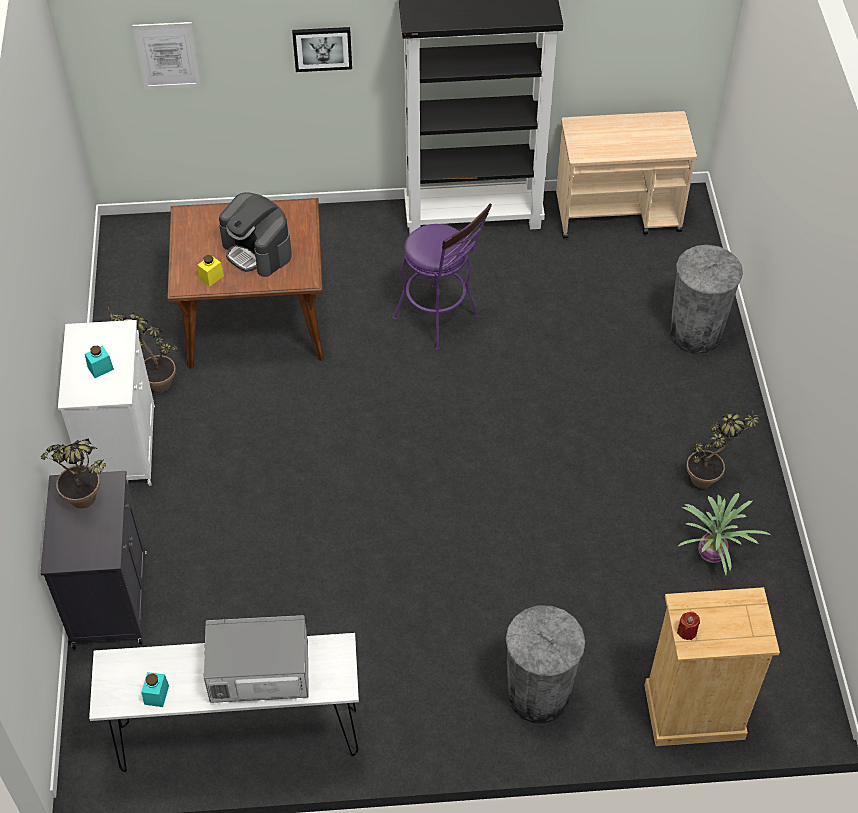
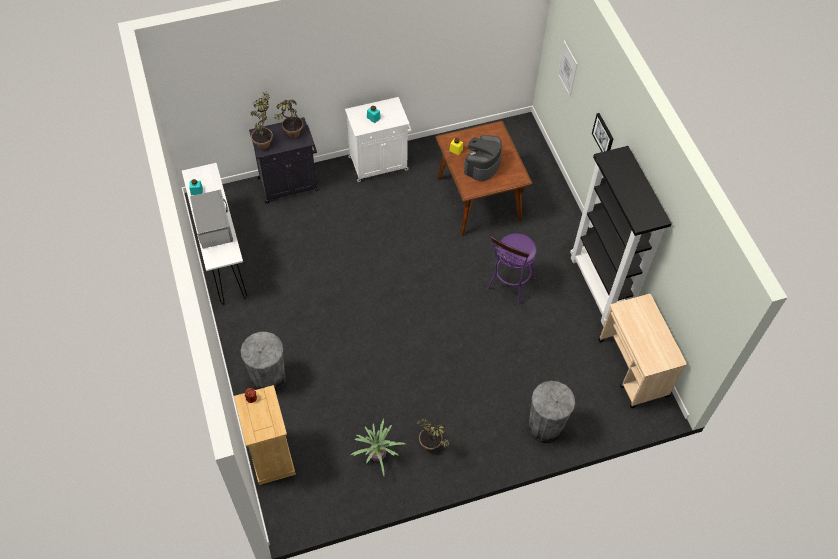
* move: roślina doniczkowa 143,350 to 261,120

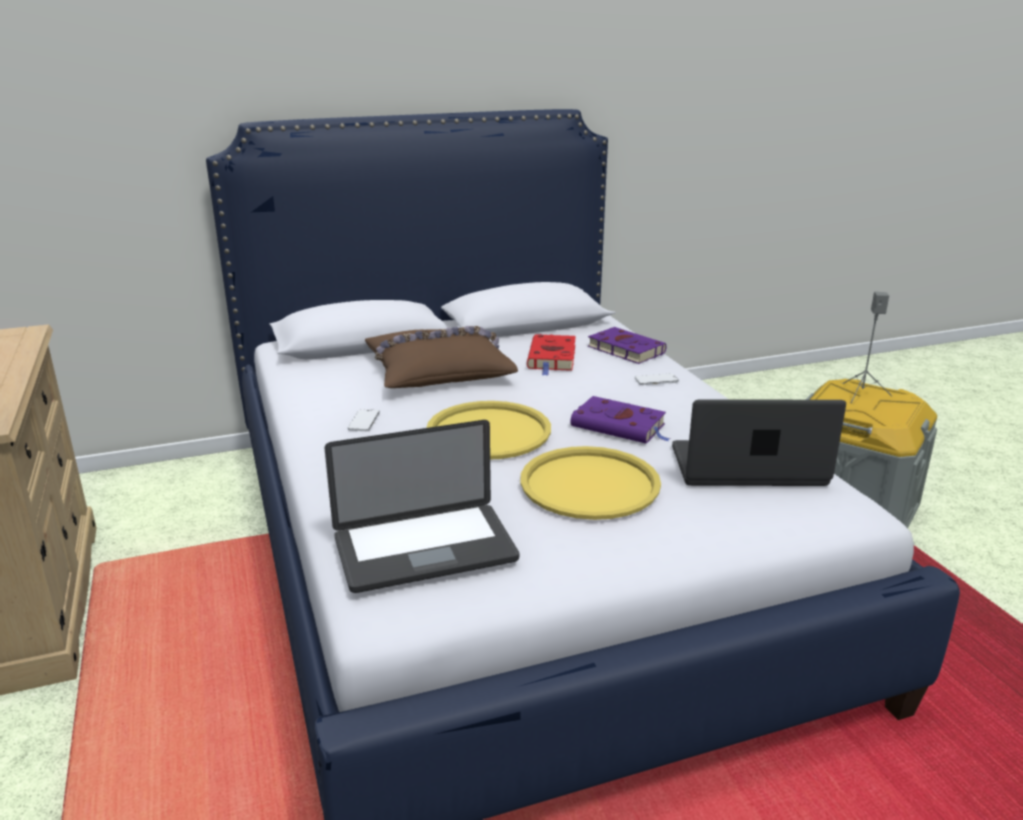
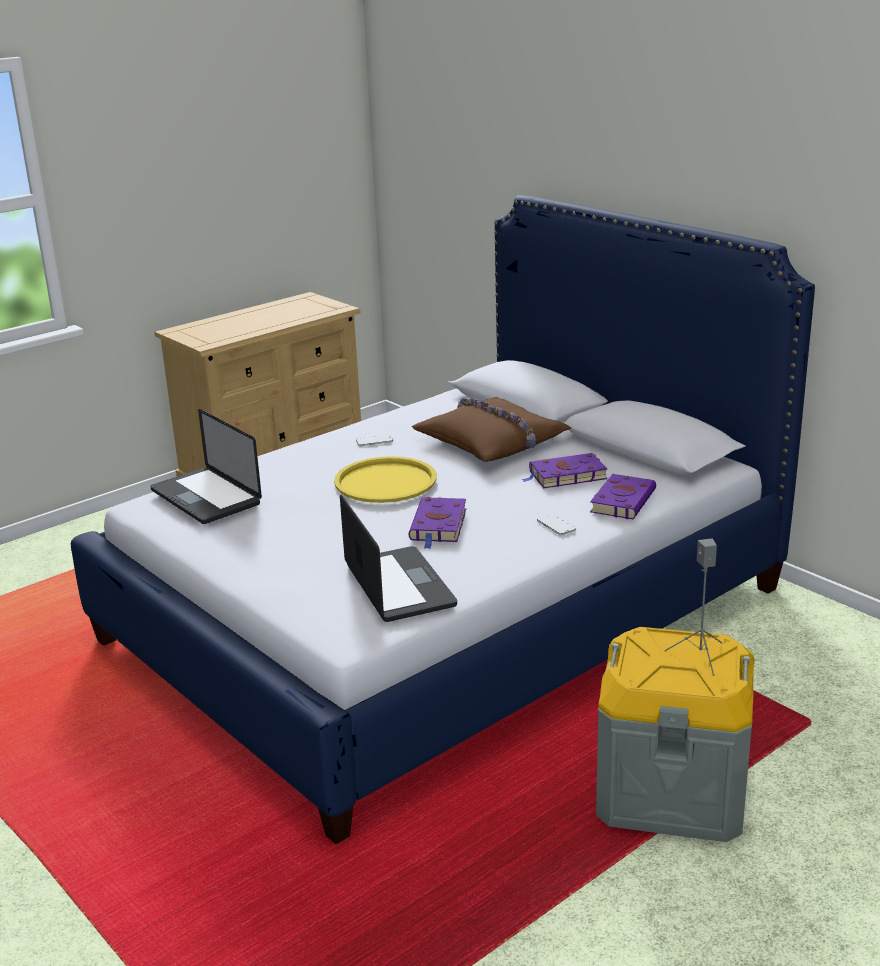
* recolor: książka (czerwony) 551,355 to książka (fioletowy) 564,470
* delete: taca (żółty) 590,483

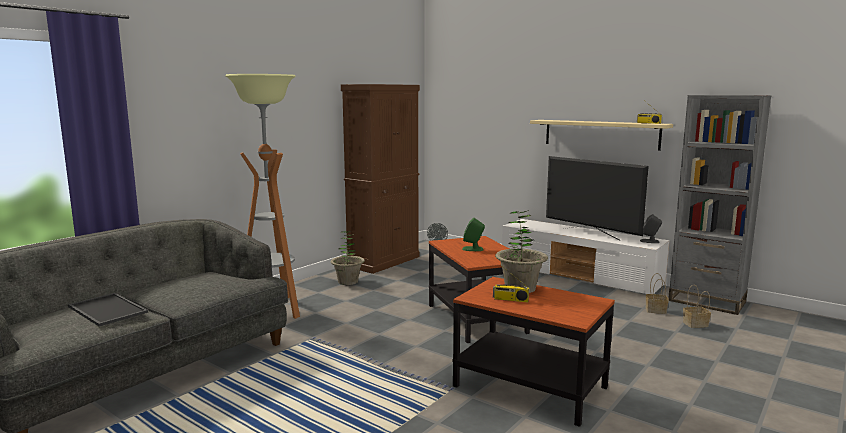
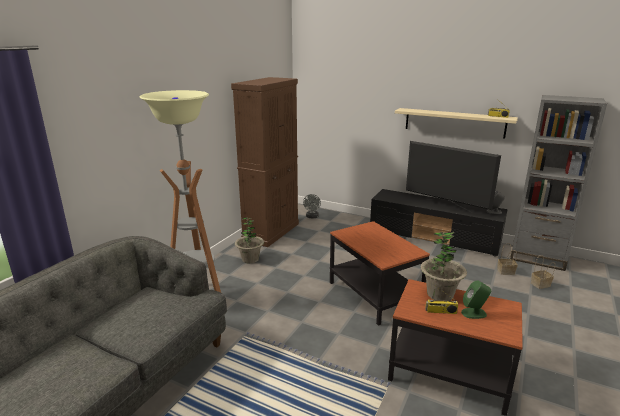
* recolor: szafka pod telewizor (biały) 586,256 to szafka pod telewizor (czarny) 439,223
* move: głośnik (zielony) 473,234 to 476,299
* delete: taca 108,309

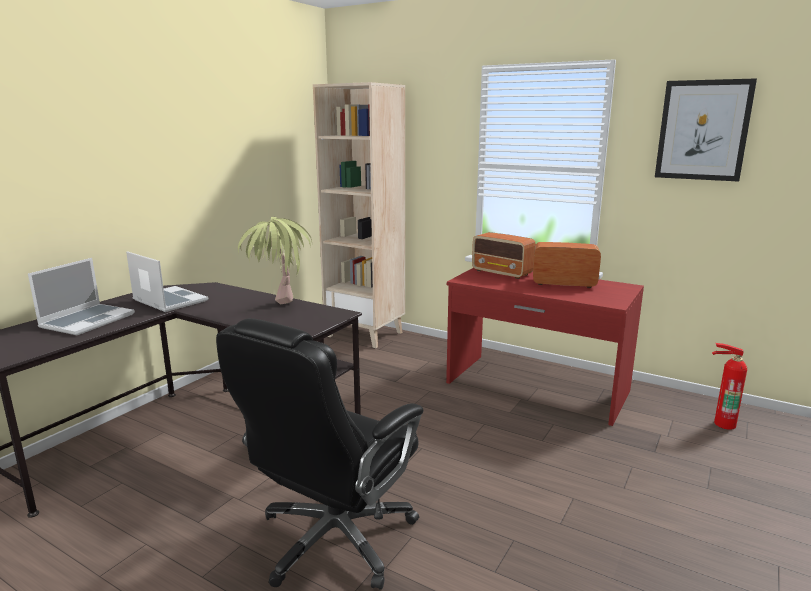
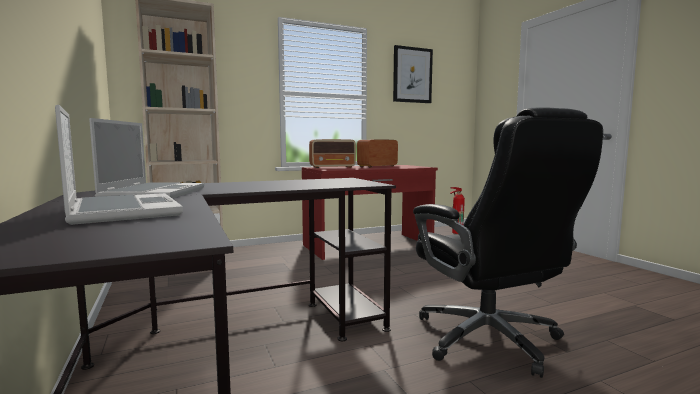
* rotate: laptop 167,281 = 146,158 105 degrees clockwise
* delete: roślina doniczkowa 275,260

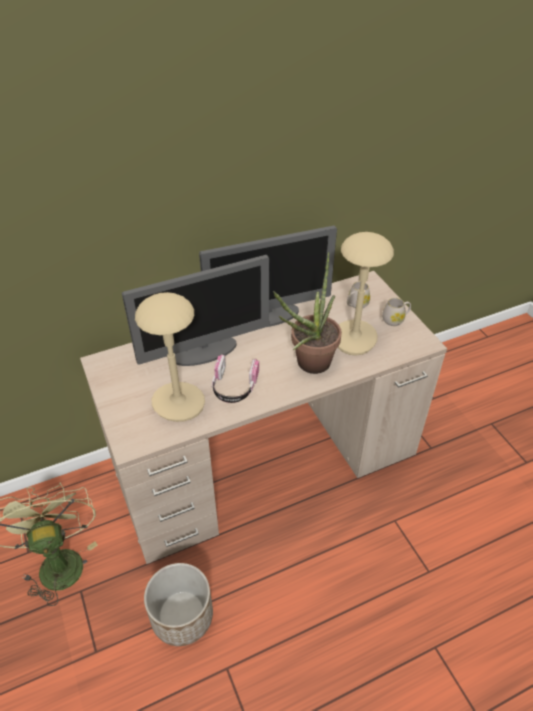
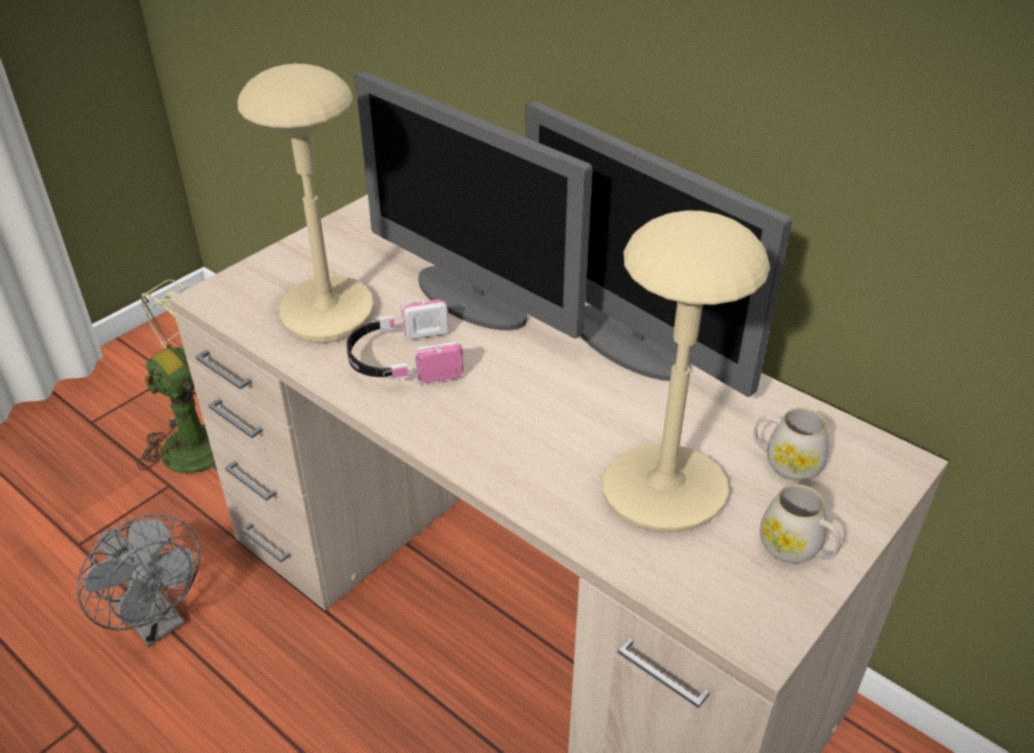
* replace: donica 178,604 to wentylator (szary) 138,580
* delete: roślina doniczkowa 308,313

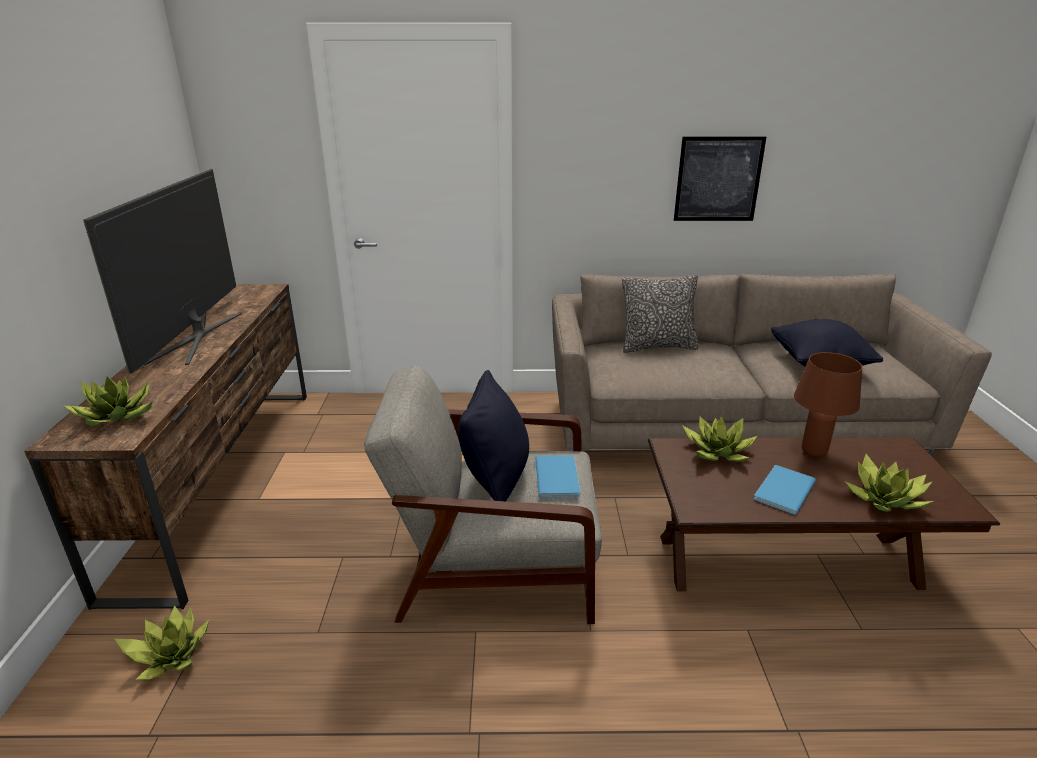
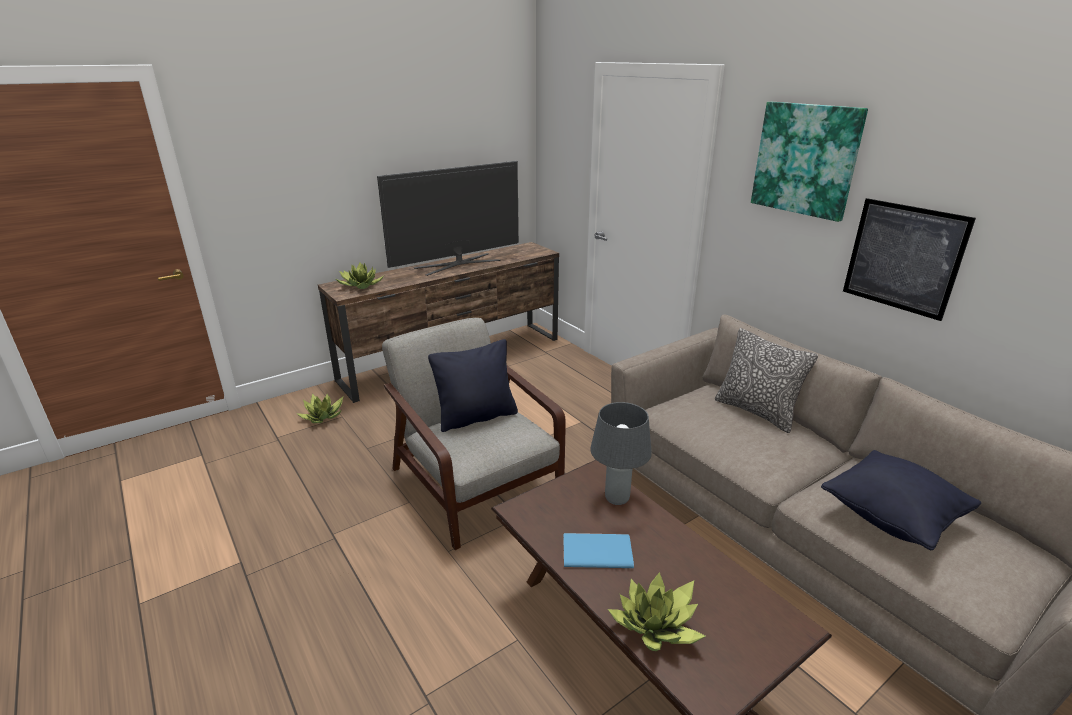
* replace: roślina doniczkowa 719,439 to lampa stołowa (szary) 621,453
* insert: obraz 809,162
* delete: książka (niebieski) 558,477
* delete: lampa stołowa (brązowy) 828,404

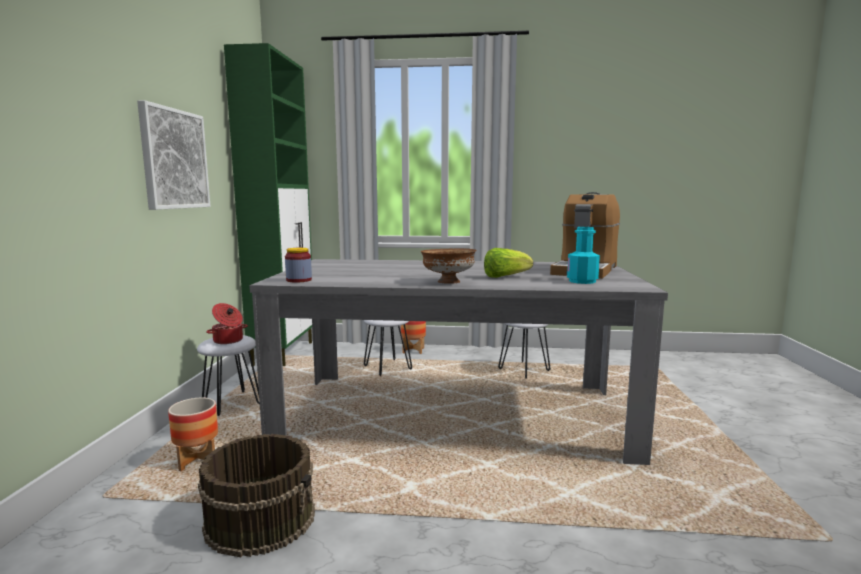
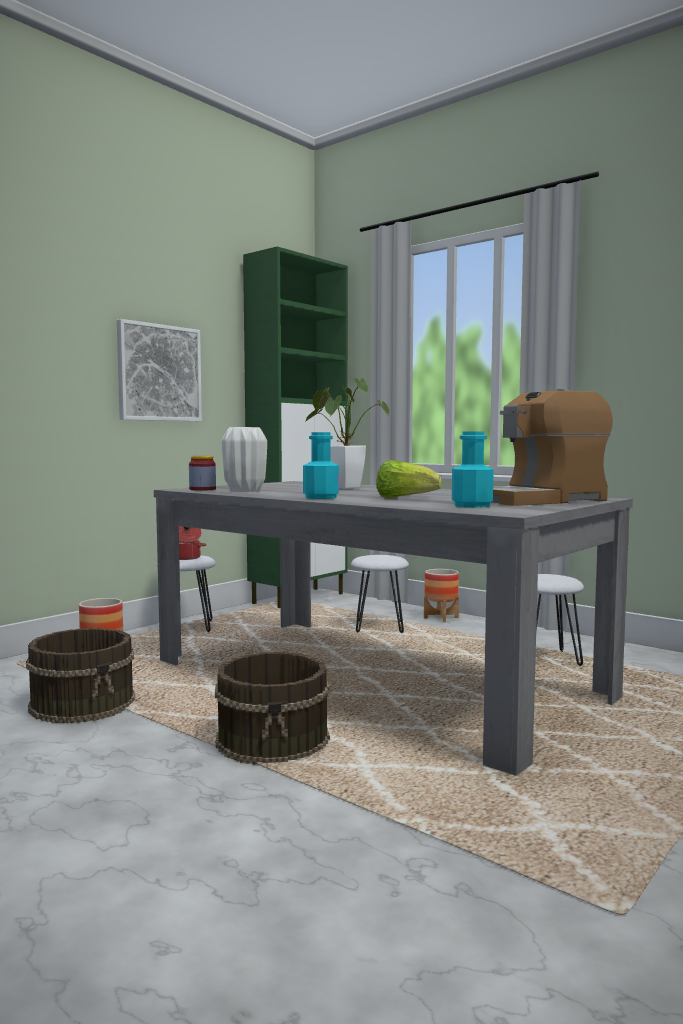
* insert: wiadro (brązowy) 272,708
* insert: wazon (biały) 244,459
* replace: miska (brązowy) 448,266 to butelka (turkusowy) 321,465
* insert: roślina doniczkowa 347,433

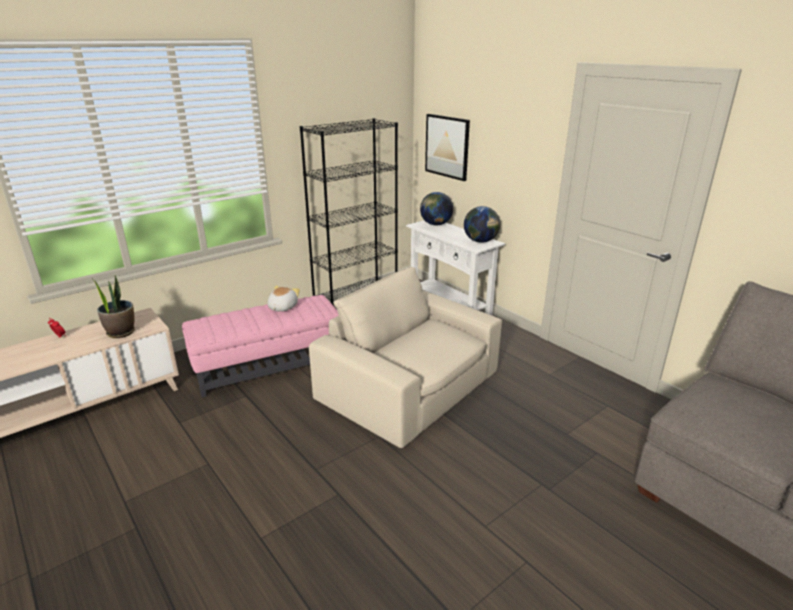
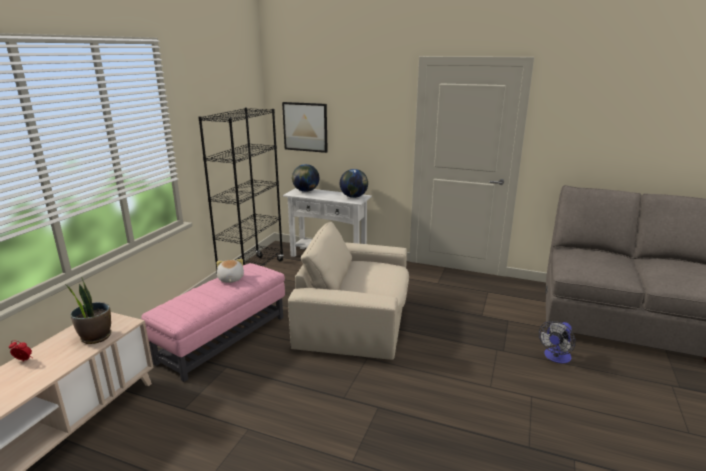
* insert: wentylator 557,342

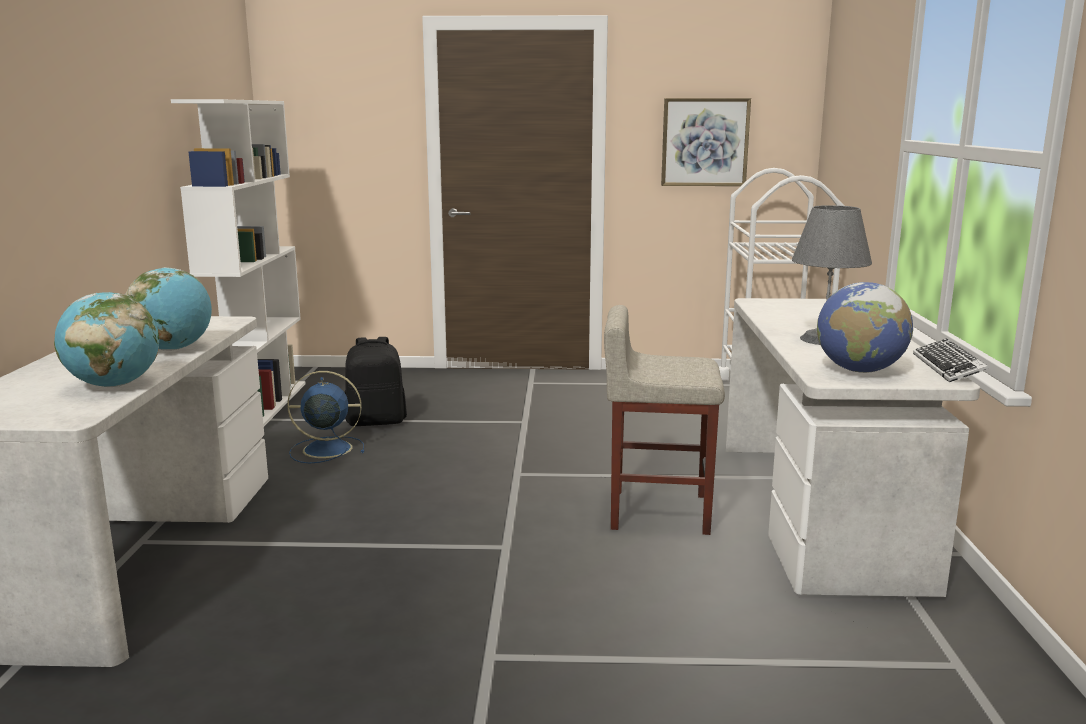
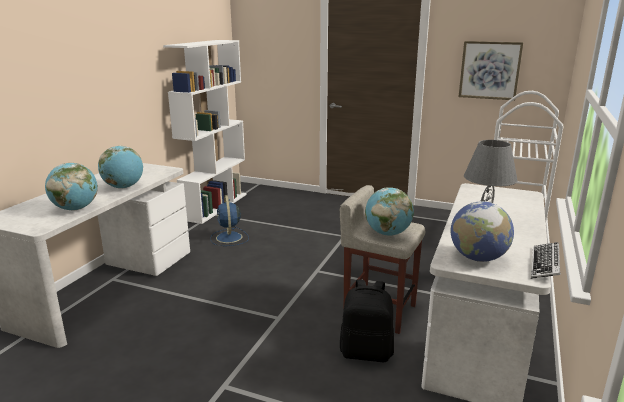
* rotate: wentylator (niebieski) 325,417 = 229,220 120 degrees counterclockwise
* move: plecak (czarny) 376,381 to 367,321
* insert: globus 389,211

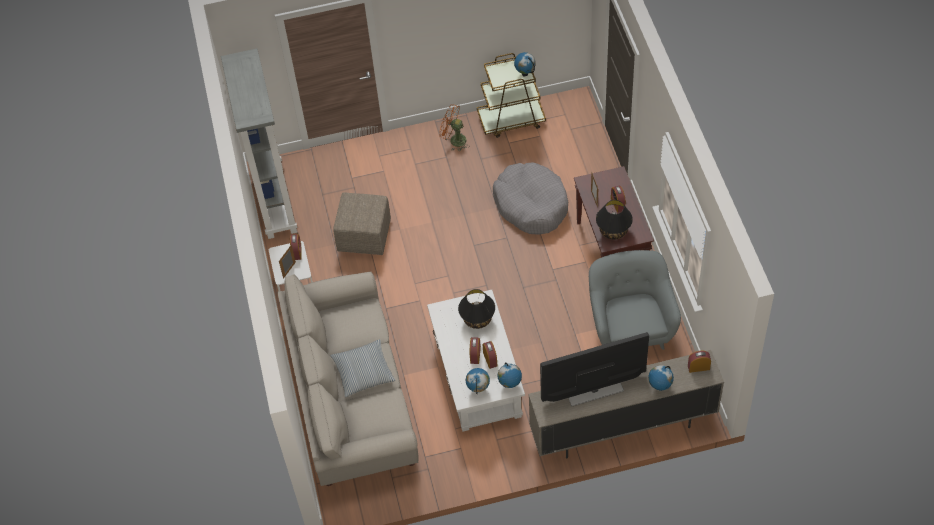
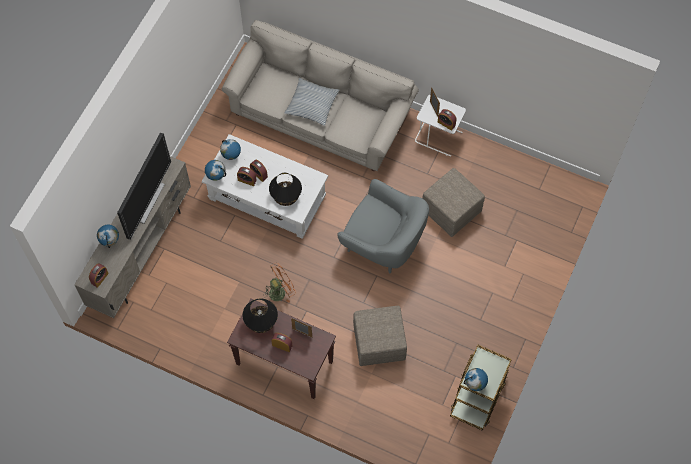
* move: wentylator (pomarańczowy) 454,127 to 279,283
* move: fotel (szary) 635,300 to 383,226
* replace: legowisko (szary) 530,198 to pufa (beżowy) 380,336
* delete: regał (szary) 259,144

